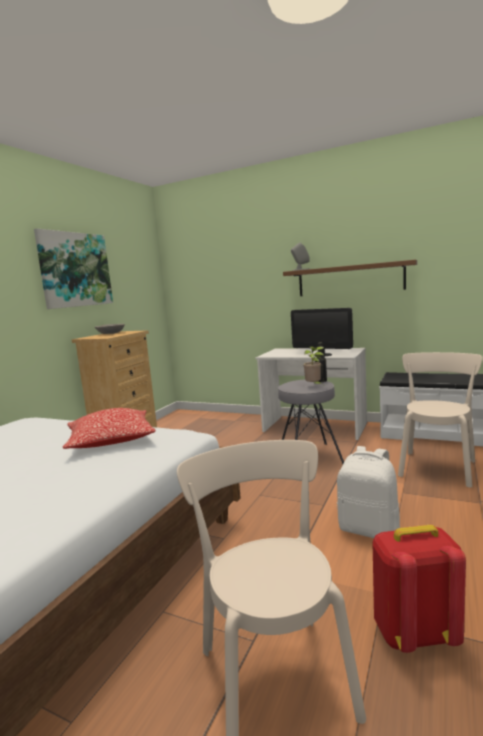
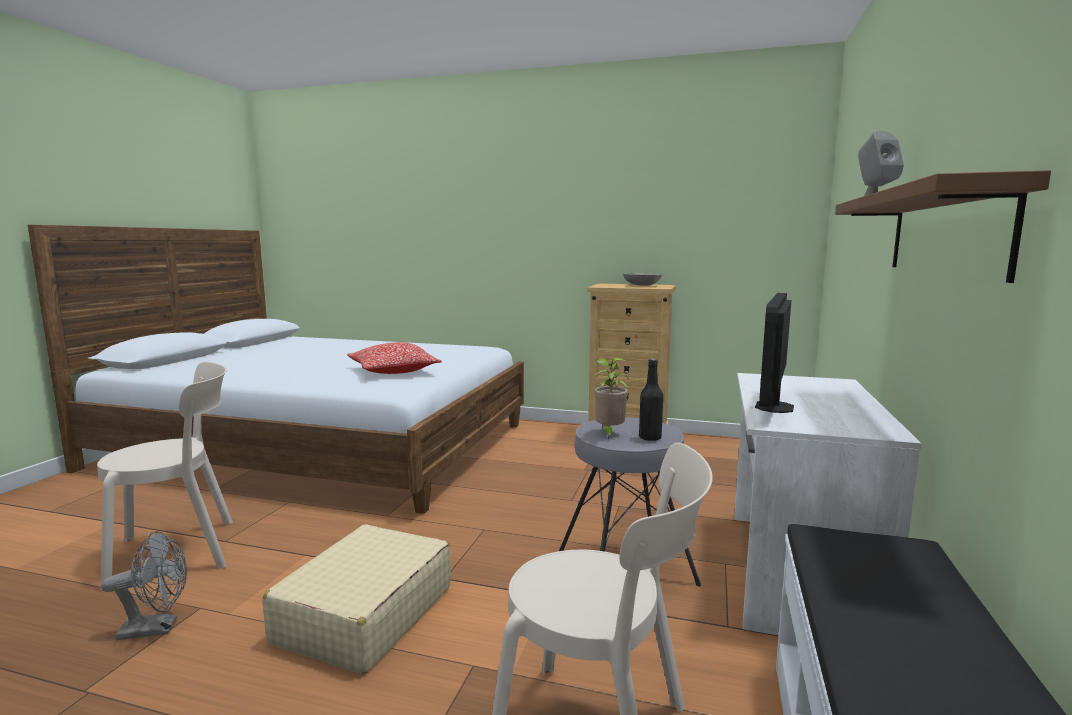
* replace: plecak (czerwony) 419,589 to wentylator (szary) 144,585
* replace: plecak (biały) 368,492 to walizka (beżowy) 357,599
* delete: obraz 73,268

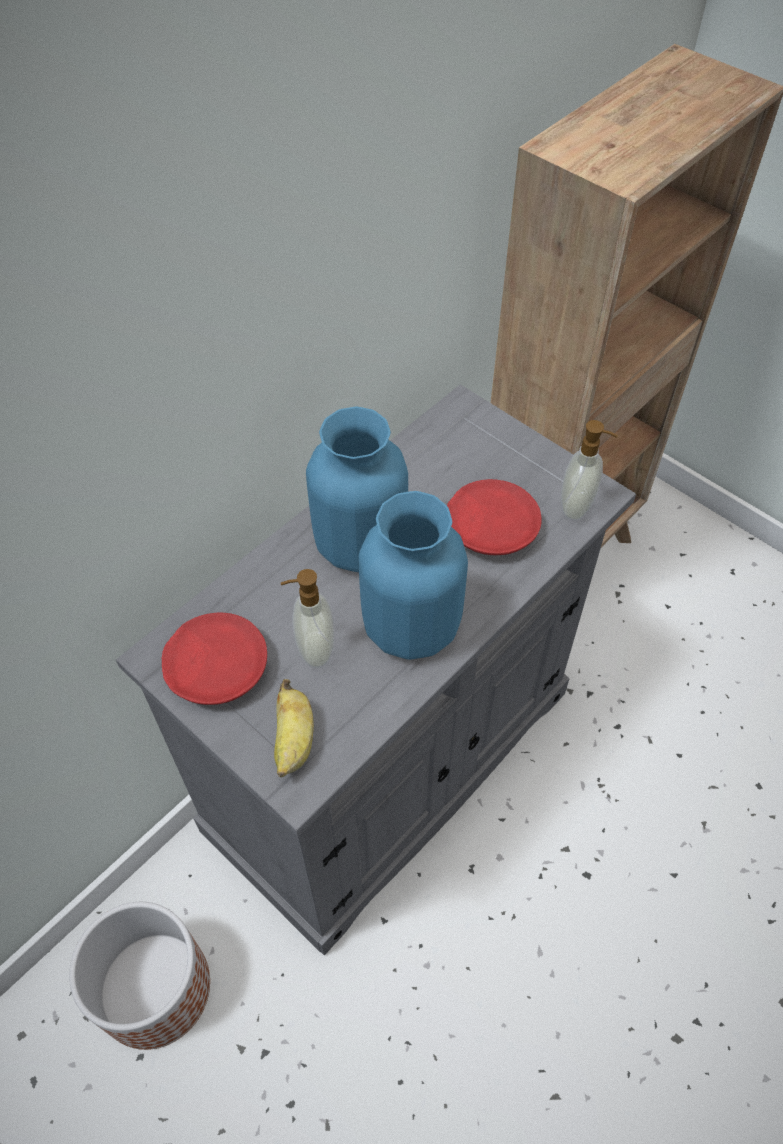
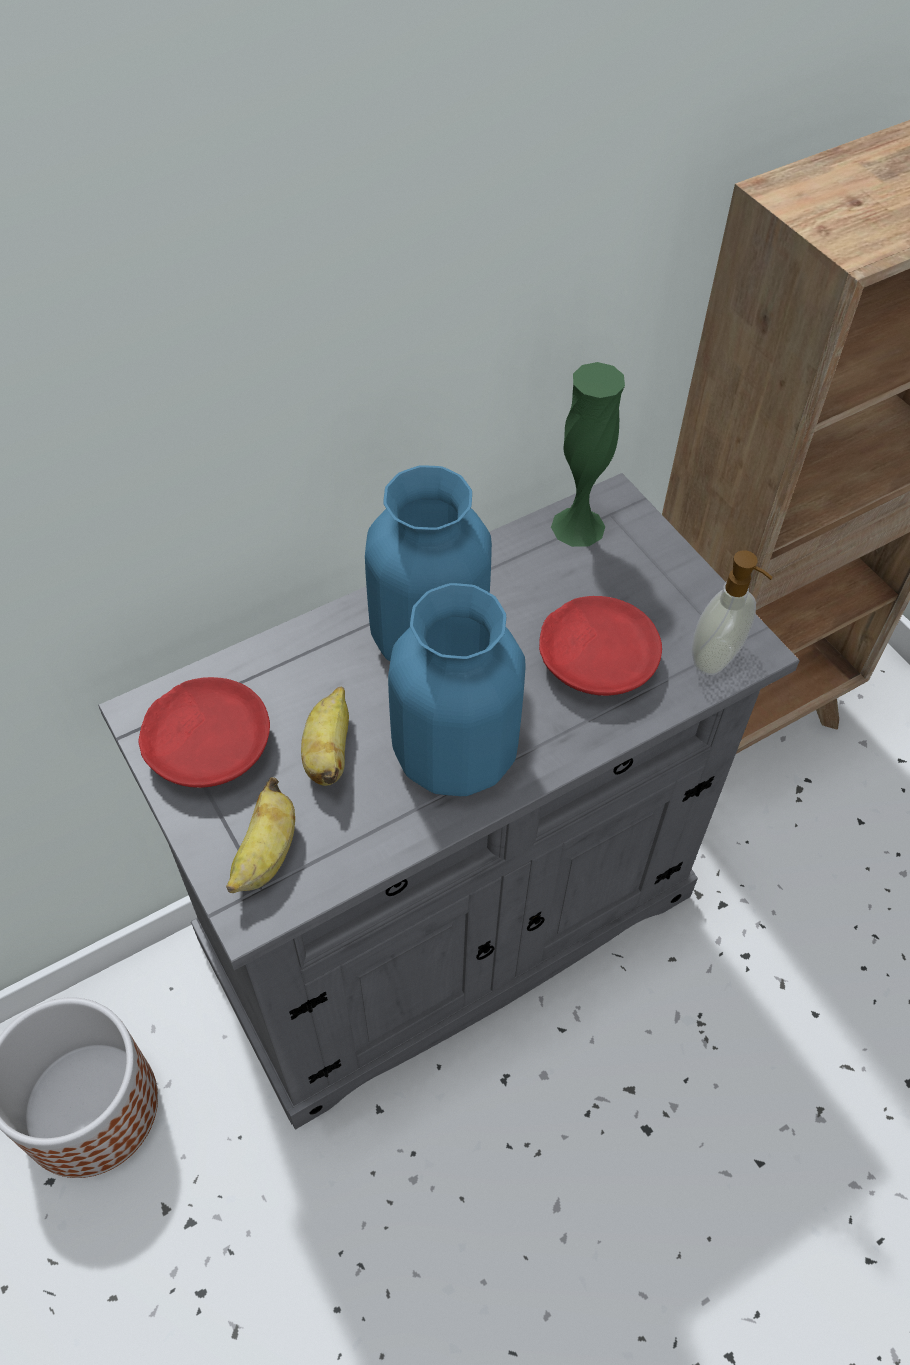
* replace: dozownik mydła 307,618 to banan 325,736
* insert: wazon (zielony) 588,454

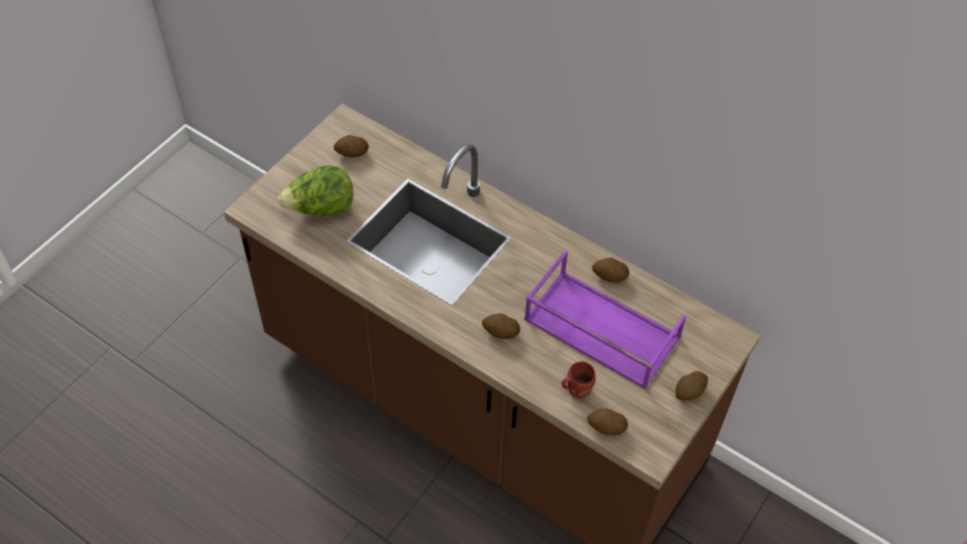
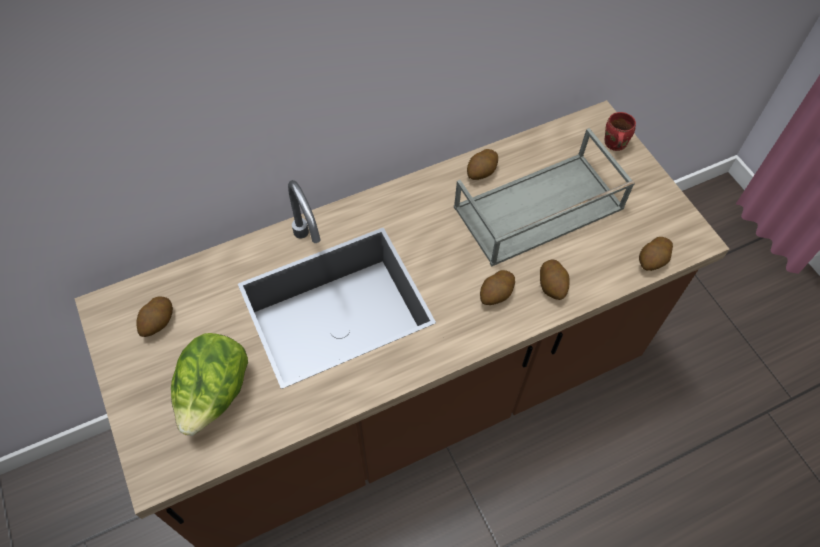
* recolor: taca (fioletowy) 605,319 to taca (szary) 544,197
* move: ziemniak 691,386 to 555,279
* move: kubek (czerwony) 579,380 to 620,131

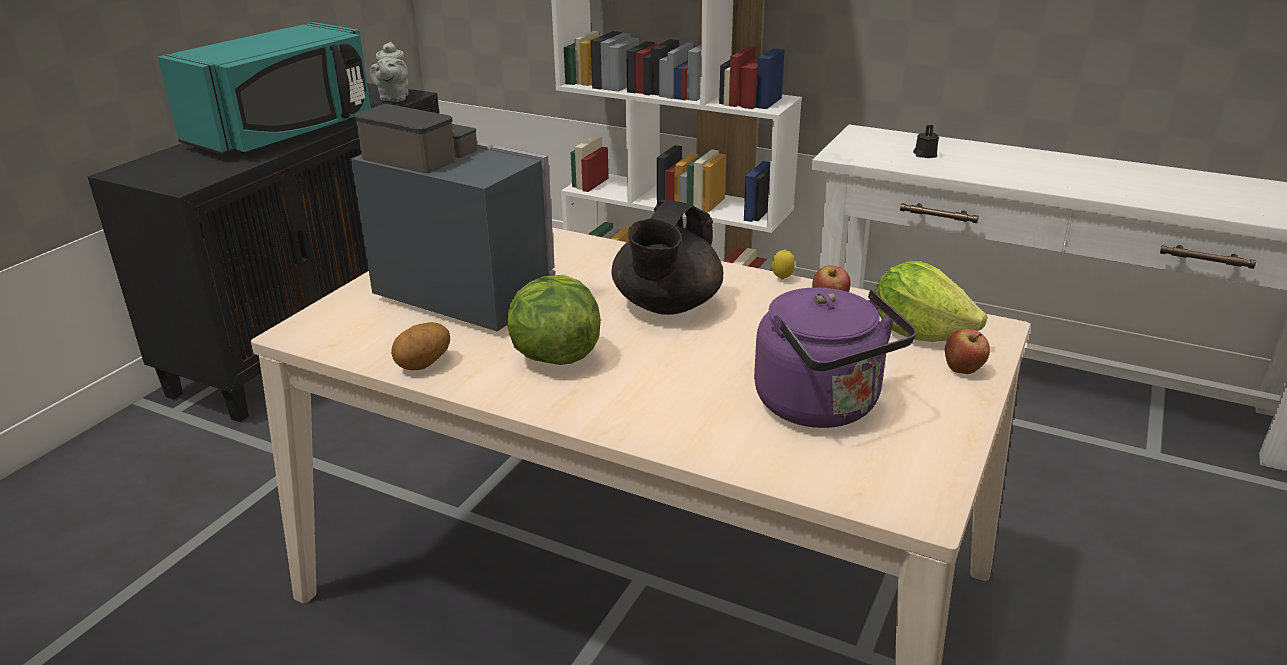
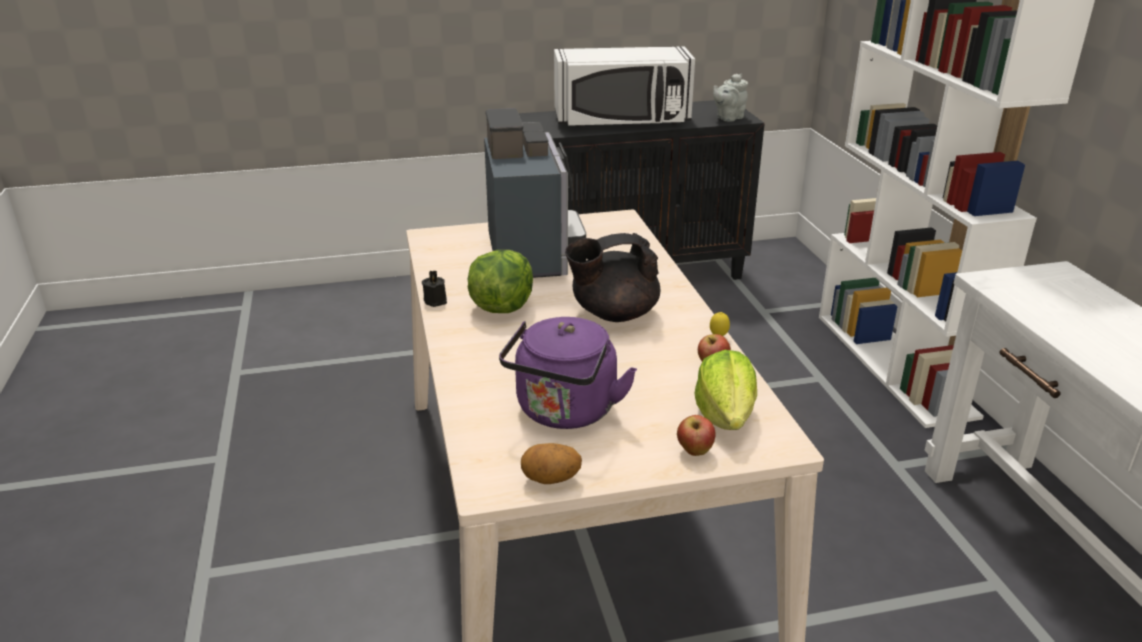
* move: świeca (czarny) 926,141 to 434,288
* move: ziemniak 420,346 to 551,463
* recolor: mikrofalówka (turkusowy) 264,88 to mikrofalówka (biały) 624,86

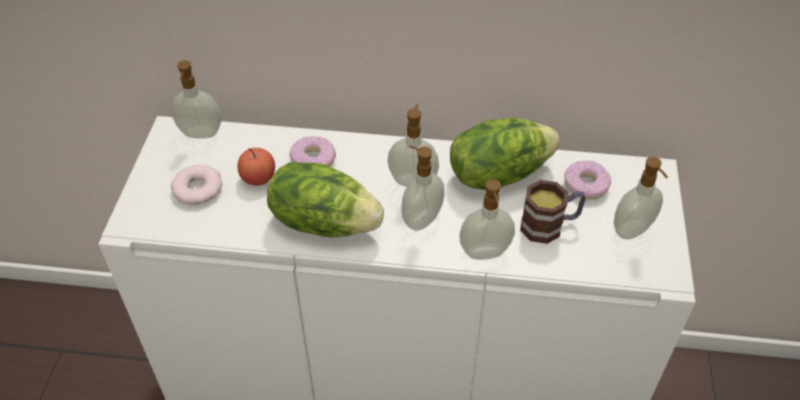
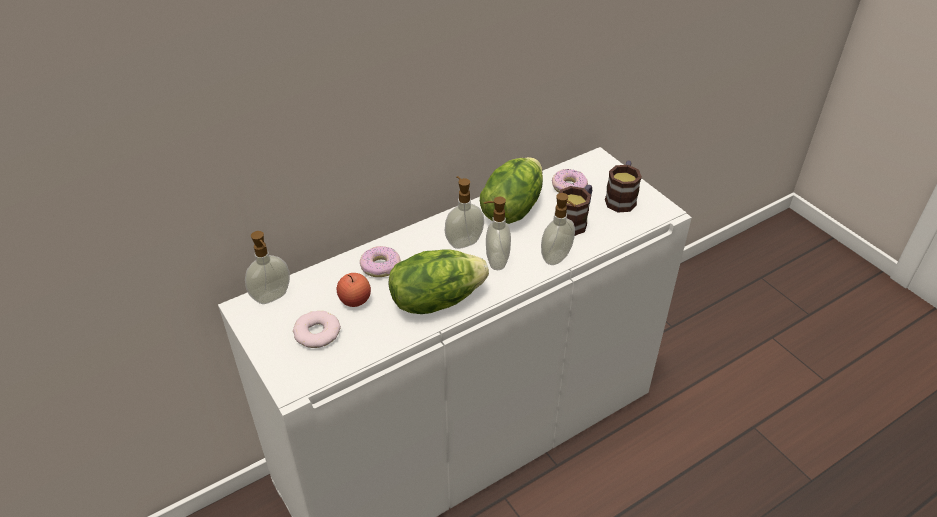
* replace: dozownik mydła 641,198 to kubek 623,186

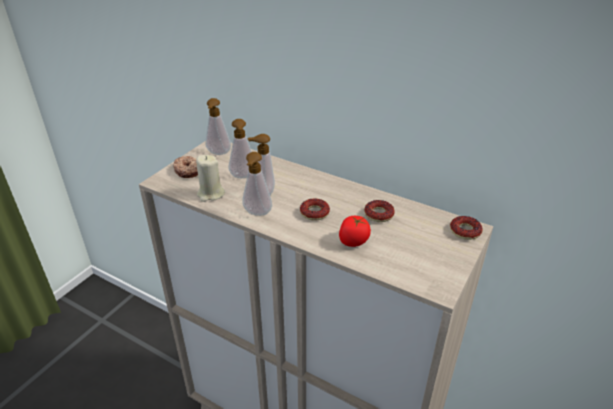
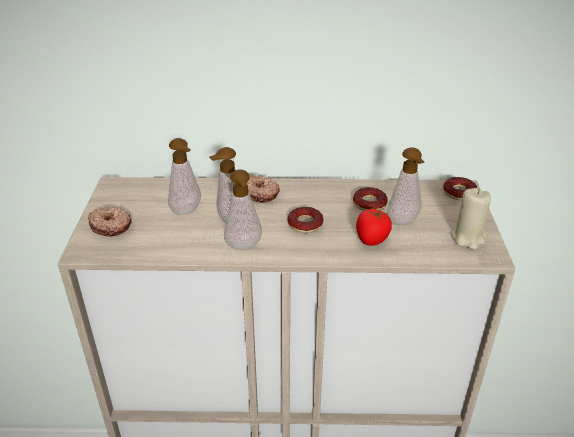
* insert: donut 263,189
* move: dozownik mydła 218,126 to 405,186
* move: świeca (beżowy) 210,178 to 471,219

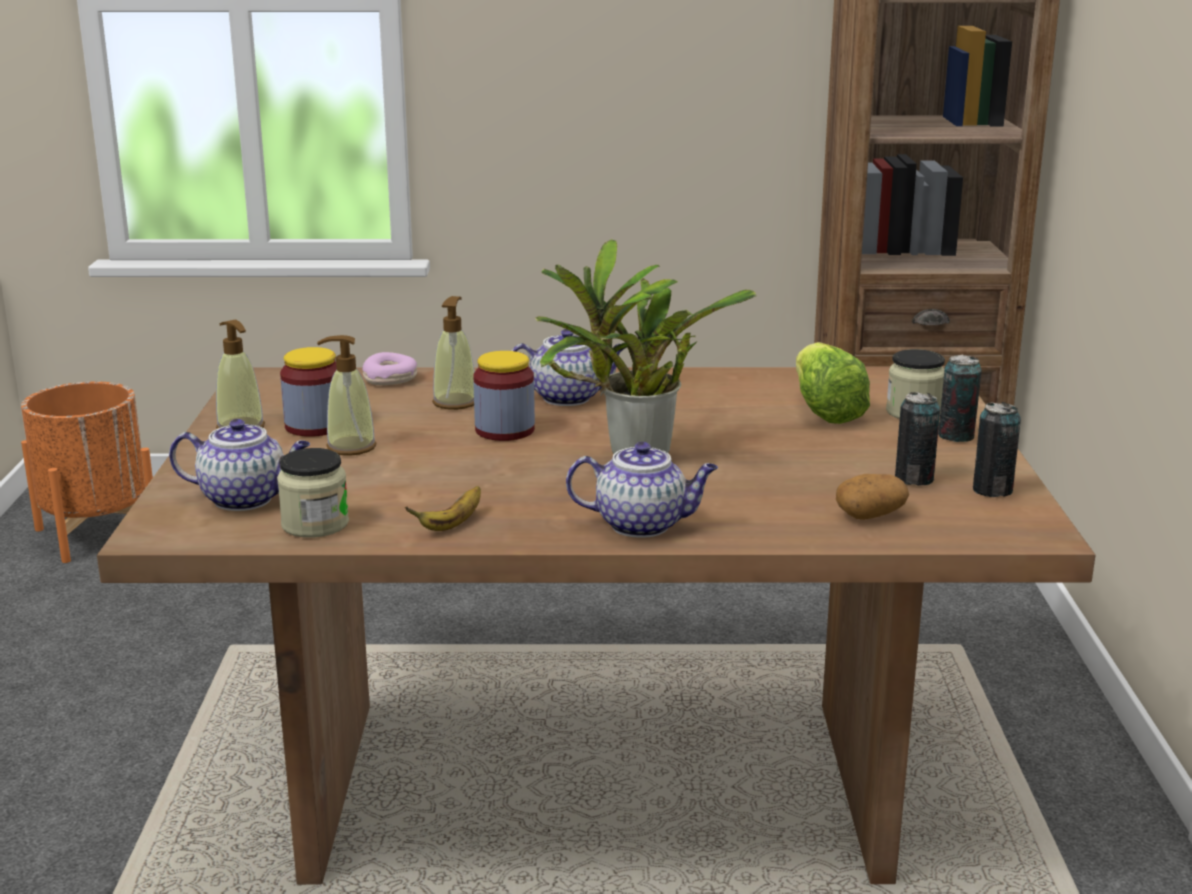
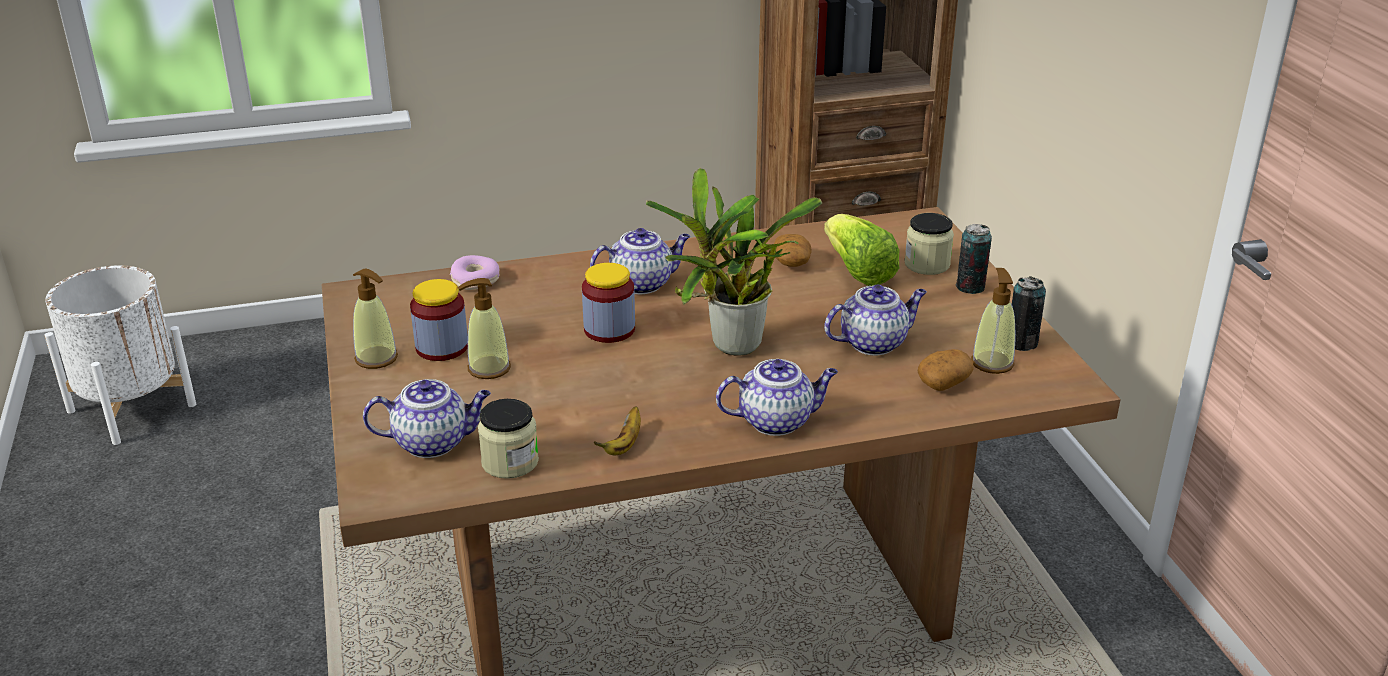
* recolor: donica (pomarańczowy) 87,472 to donica (biały) 120,355
* insert: ziemniak 793,250
* insert: imbryk 875,319
* move: dozownik mydła 453,353 to 993,321
* delete: puszka 917,439

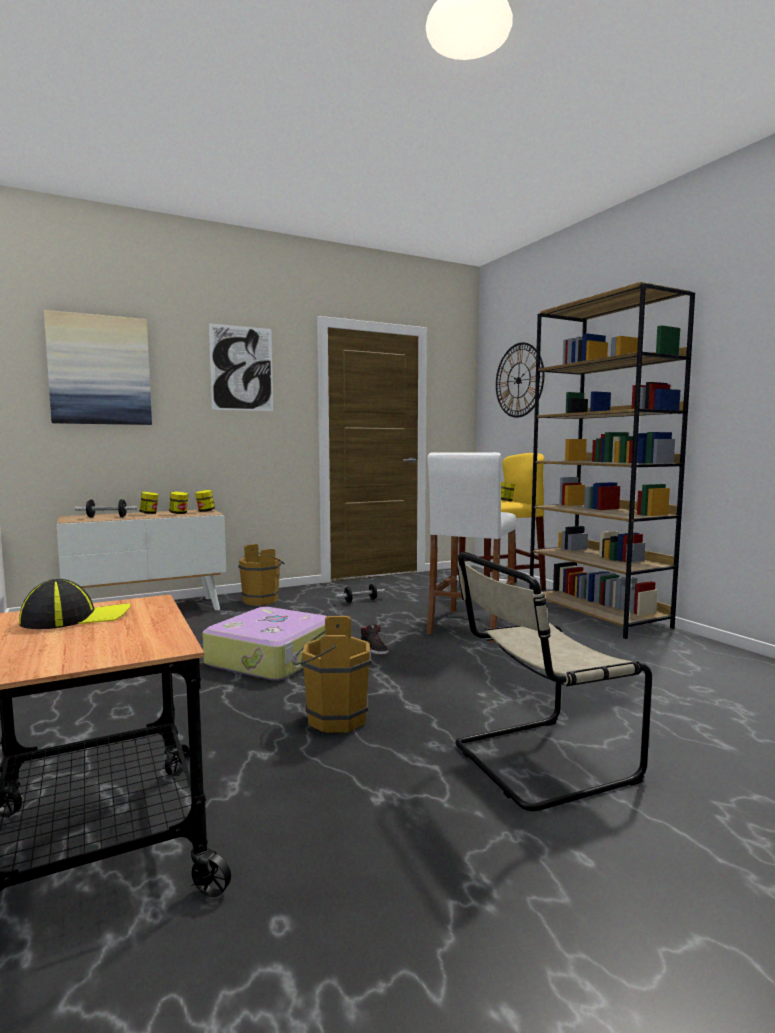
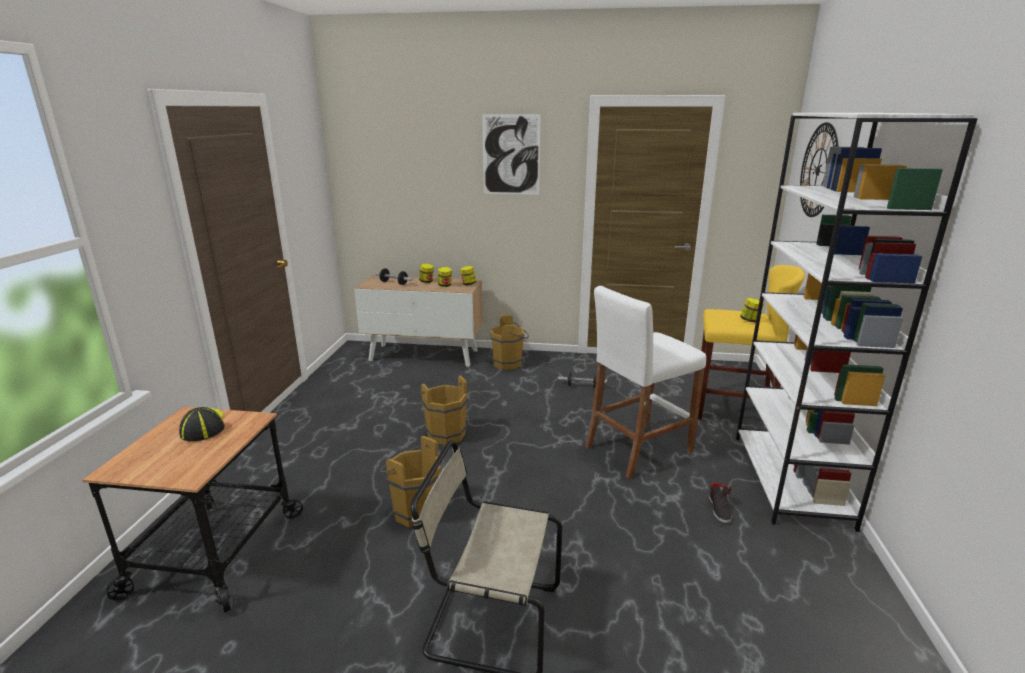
* rotate: czapka z daszkiem 75,604 = 202,424 120 degrees counterclockwise
* replace: walizka 264,644 to wiadro (brązowy) 443,410
* move: but (czarny) 375,639 to 720,502
* recolor: regał (brązowy) 612,460 to regał (biały) 857,322
* delete: obraz 98,367

